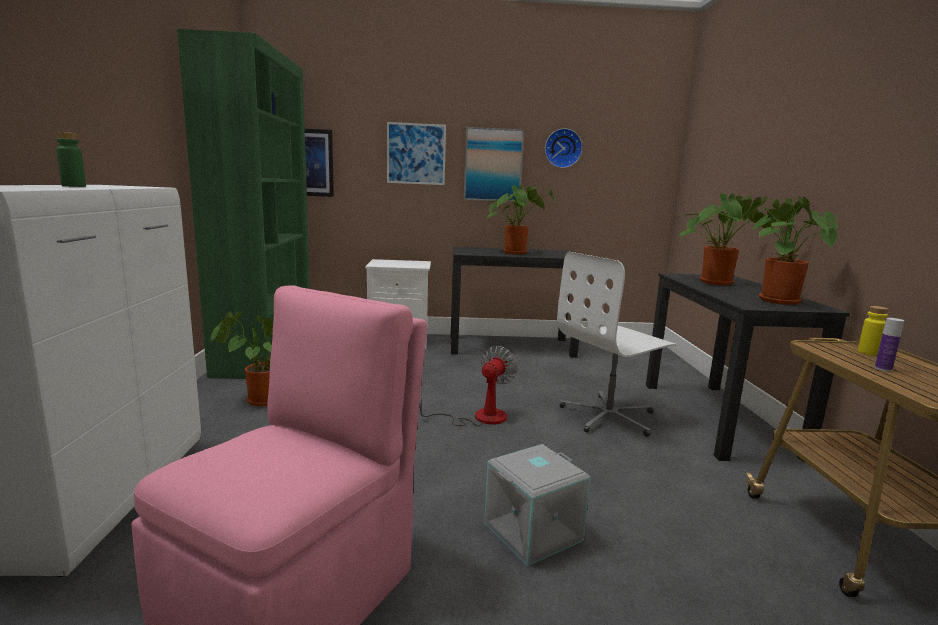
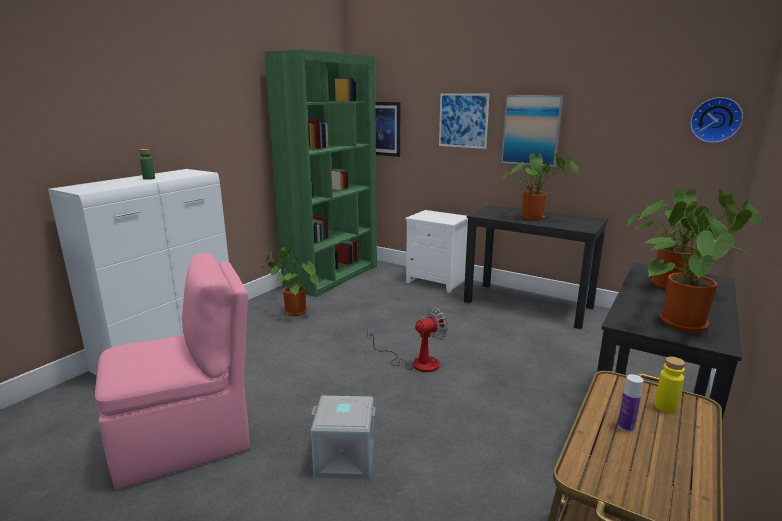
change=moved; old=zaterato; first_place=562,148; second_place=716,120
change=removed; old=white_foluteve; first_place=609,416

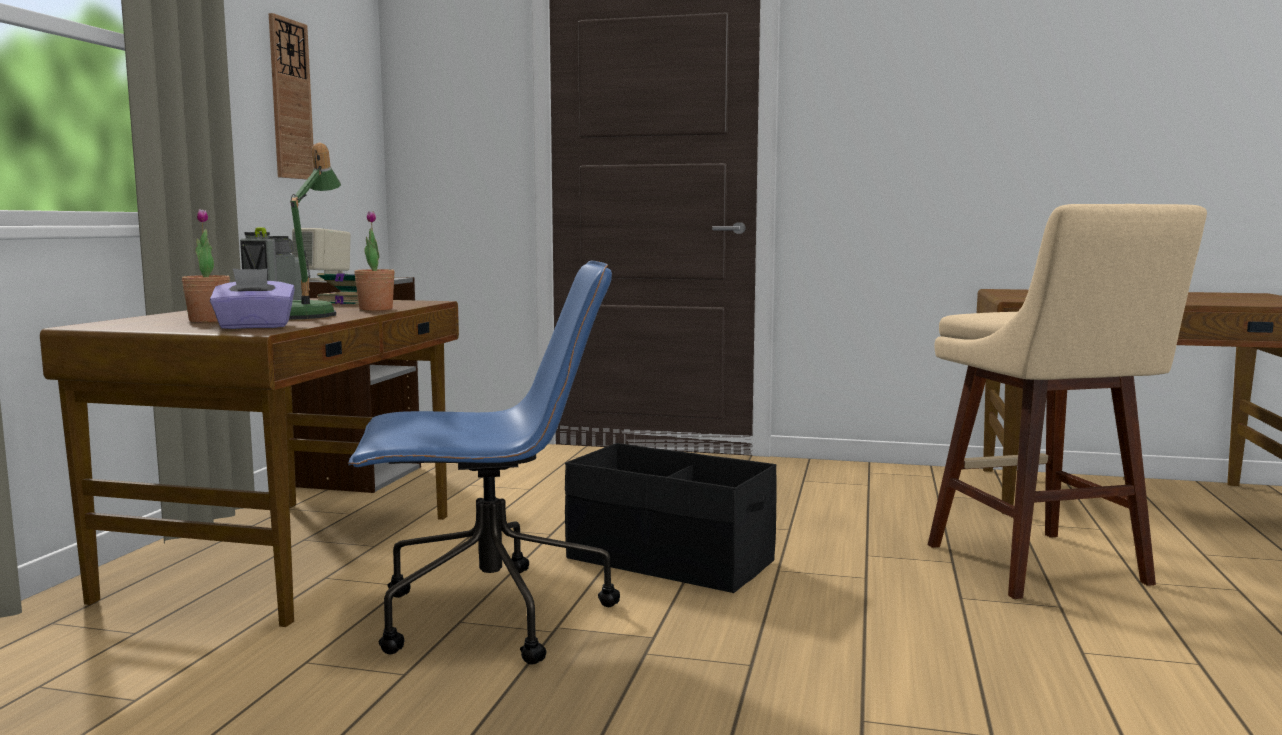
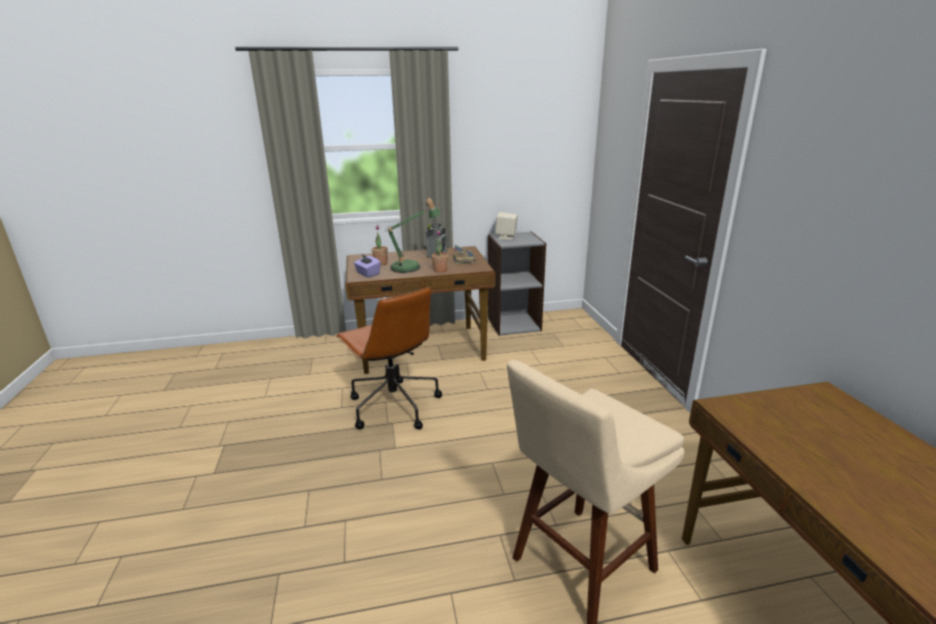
change=removed; old=zaterato; first_place=290,99
change=recoloured; old=blue_foluteve; new=brown_foluteve; first_place=488,616; second_place=393,405
change=removed; old=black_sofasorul; first_place=669,561

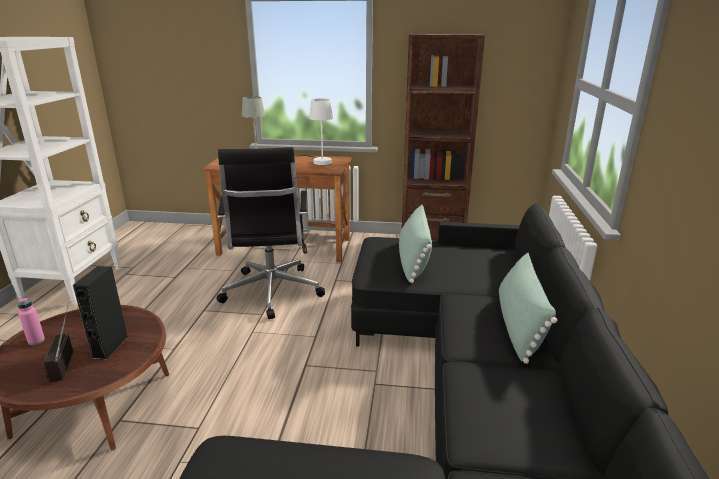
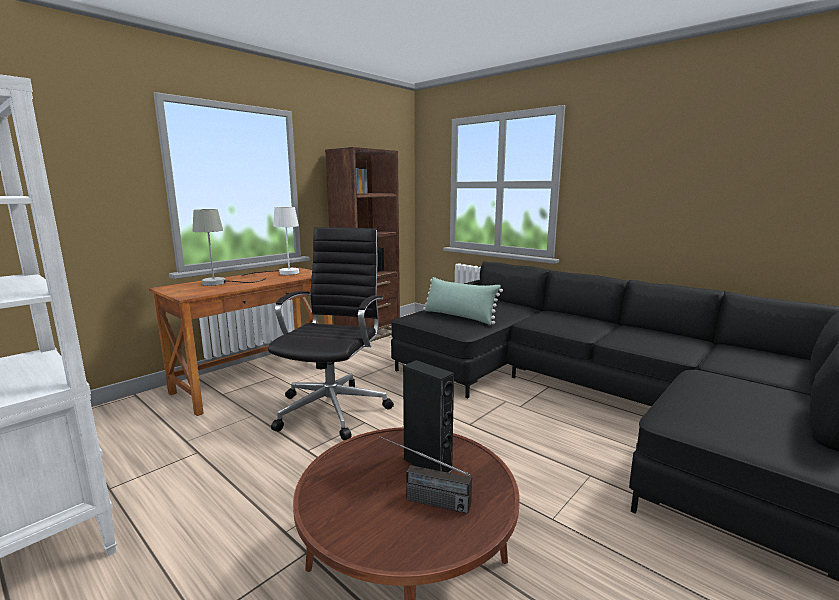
change=turned; old=black_foluteve; first_place=271,293; second_place=334,408; degrees=-105
change=removed; old=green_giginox; first_place=519,325
change=removed; old=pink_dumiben; first_place=36,341

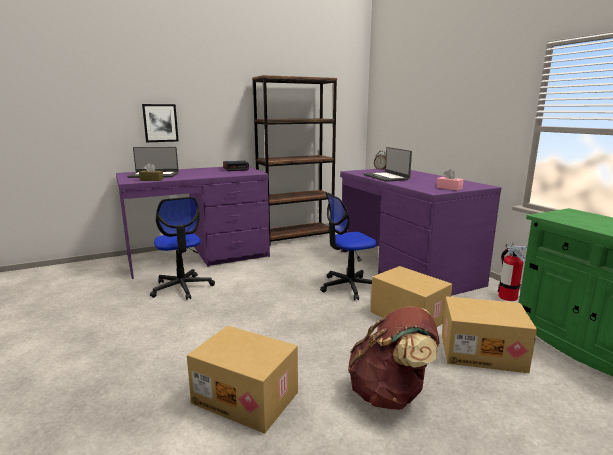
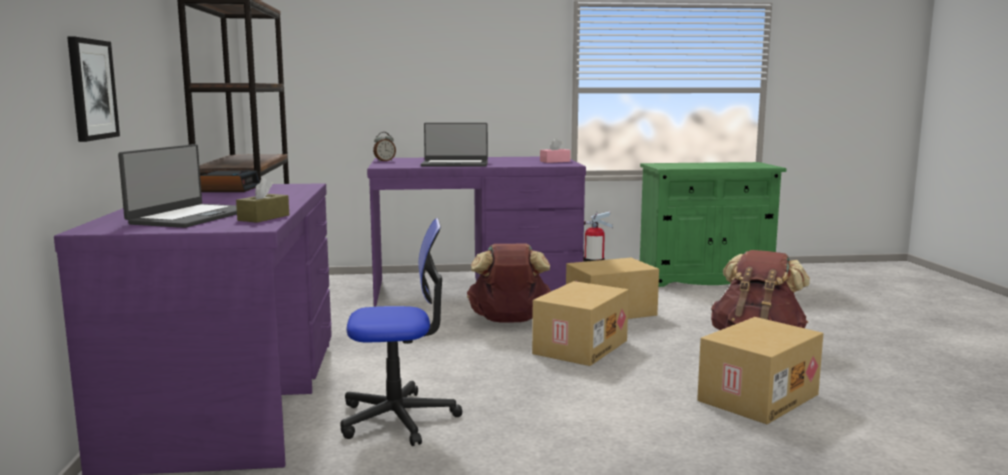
change=replaced; old=foluteve; new=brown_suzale; first_place=348,287; second_place=509,321
change=moved; old=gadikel; first_place=482,352; second_place=579,346

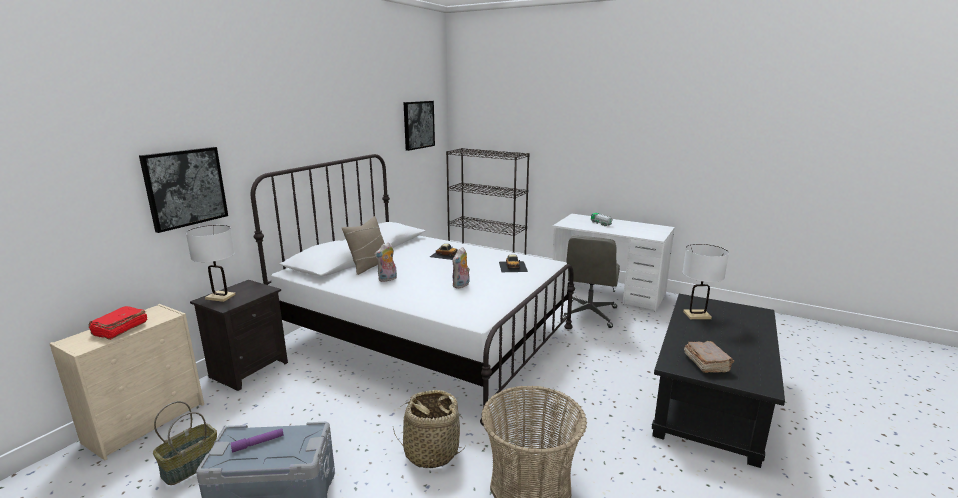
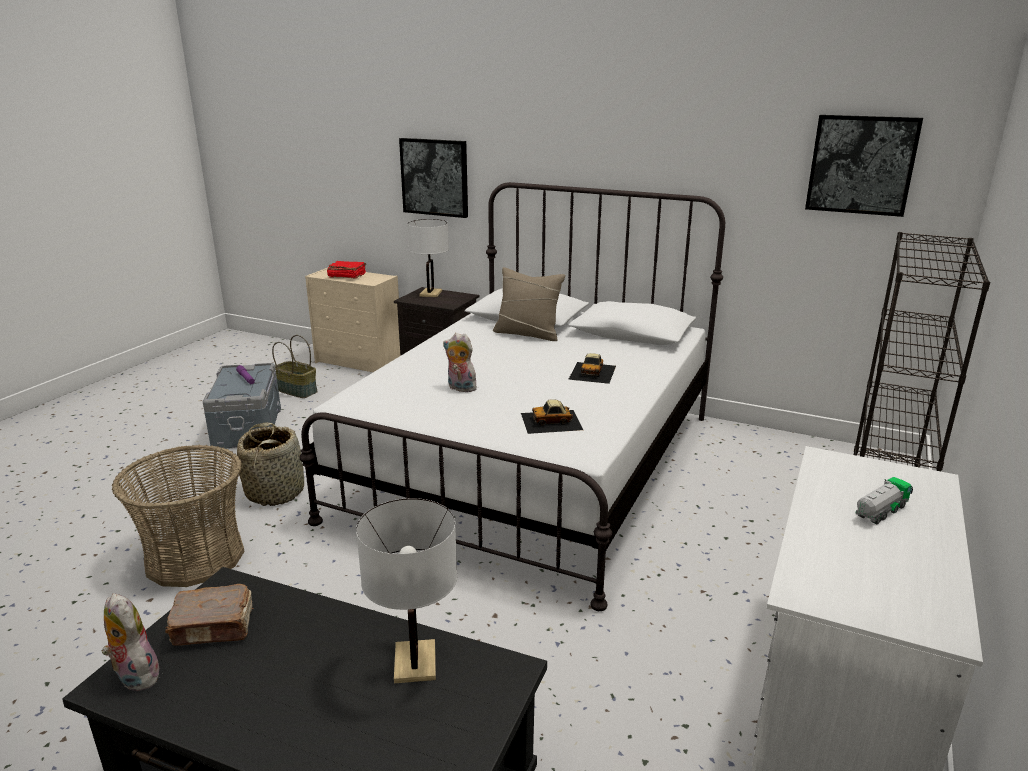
change=removed; old=grey_foluteve; first_place=589,314
change=moved; old=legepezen; first_place=387,279; second_place=134,676

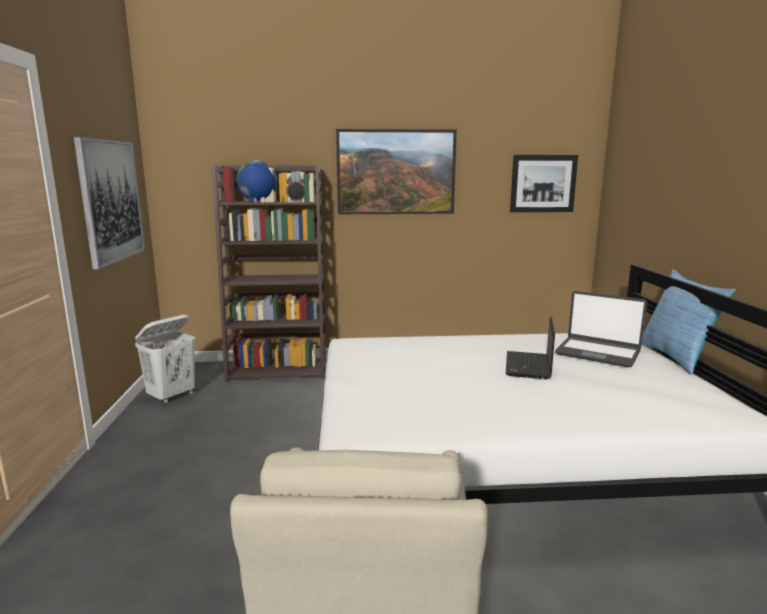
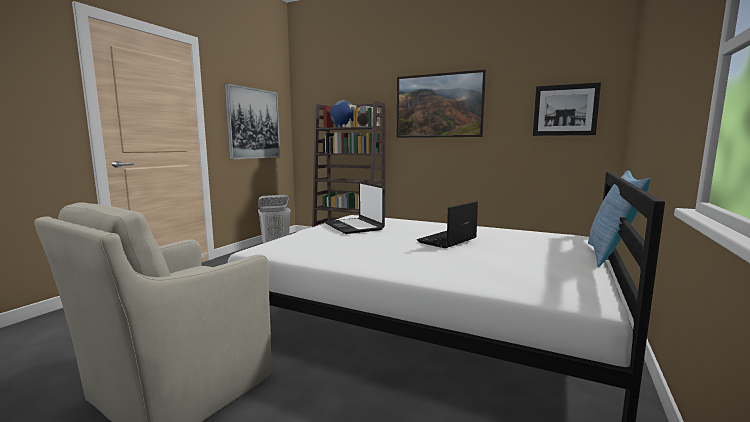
change=moved; old=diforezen; first_place=597,353; second_place=354,227

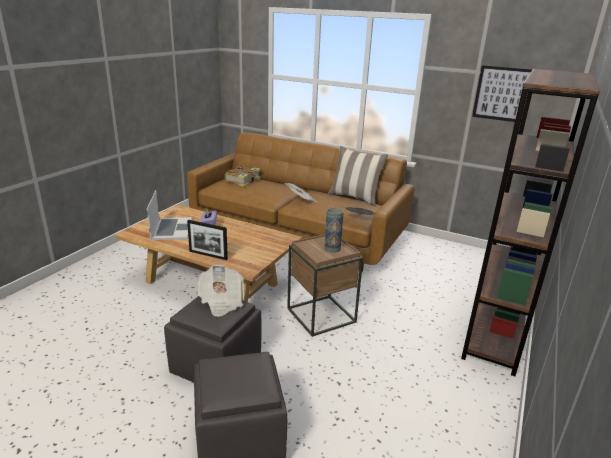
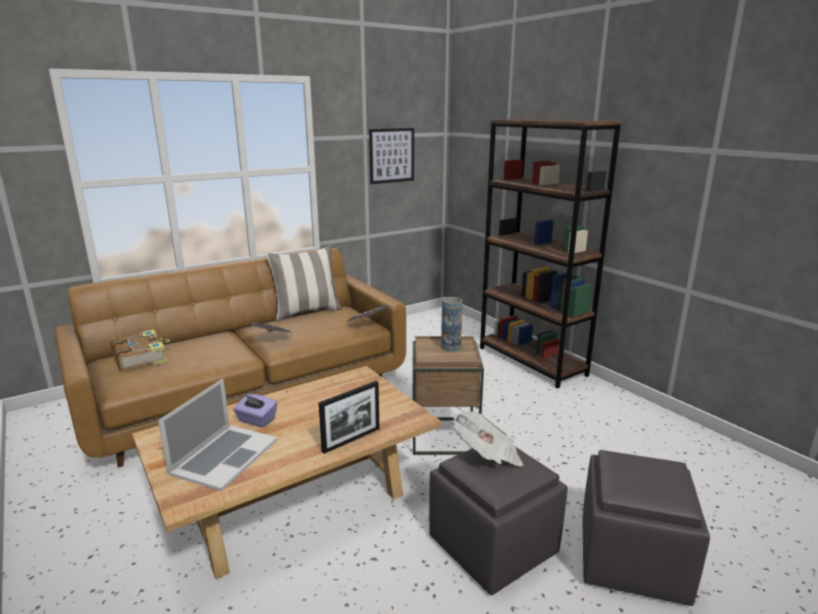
change=turned; old=diforezen; first_place=171,229; second_place=224,456; degrees=90

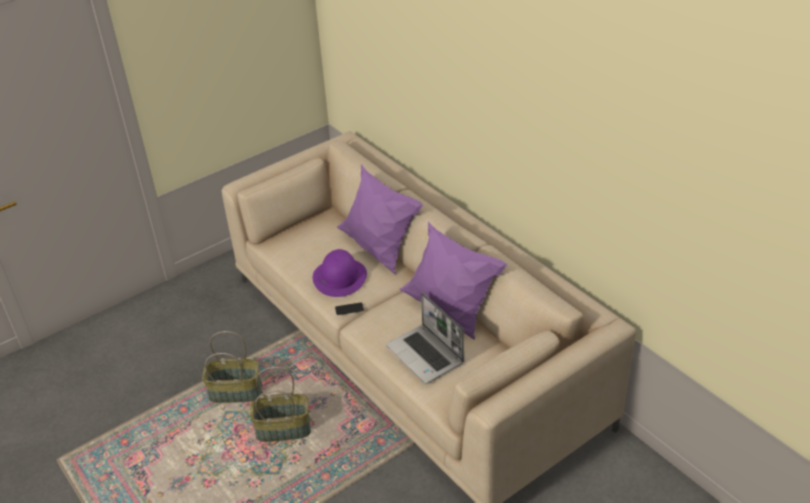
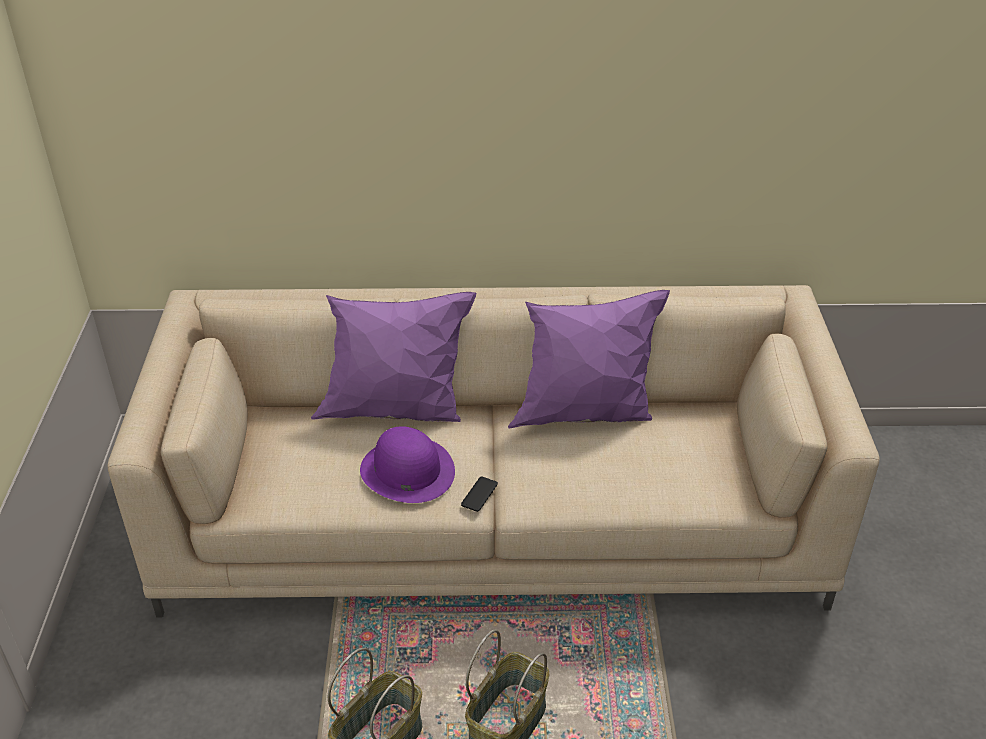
change=removed; old=diforezen; first_place=426,355

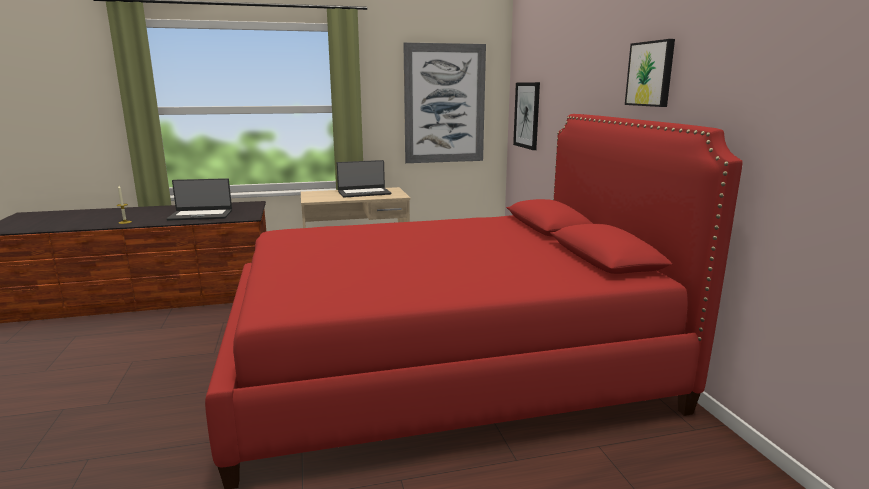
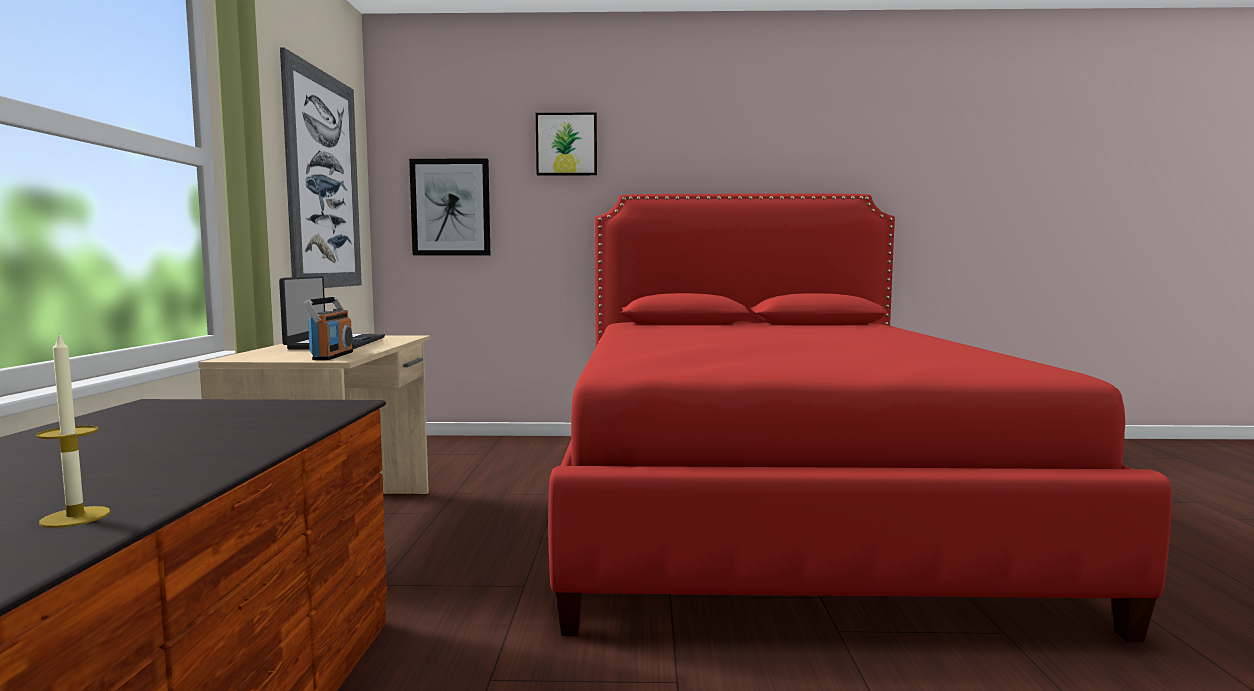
change=moved; old=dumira; first_place=651,74; second_place=566,144
change=removed; old=diforezen; first_place=200,215
change=added; new=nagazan; second_place=332,356

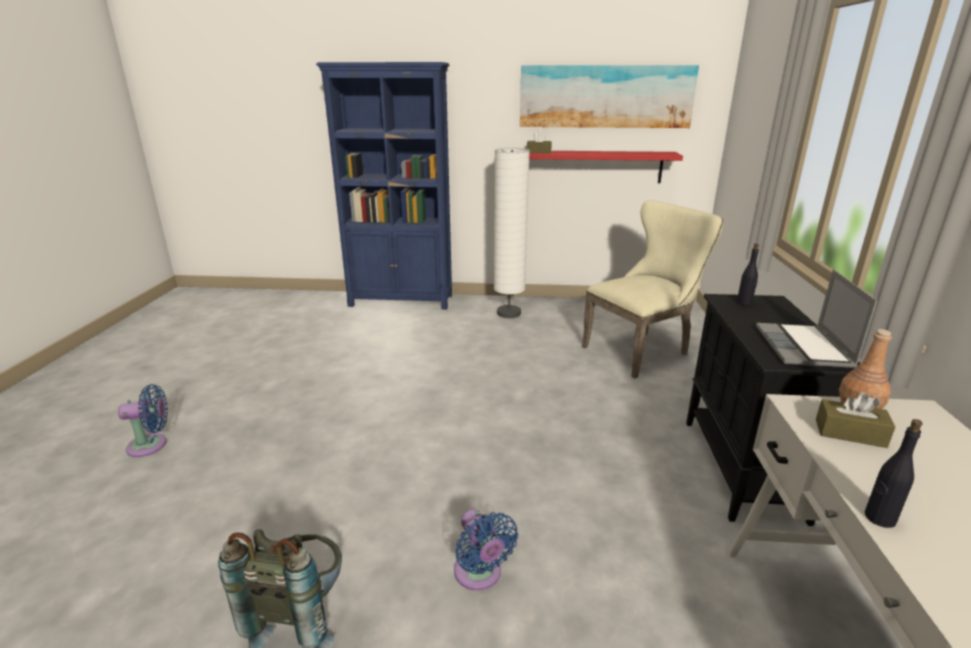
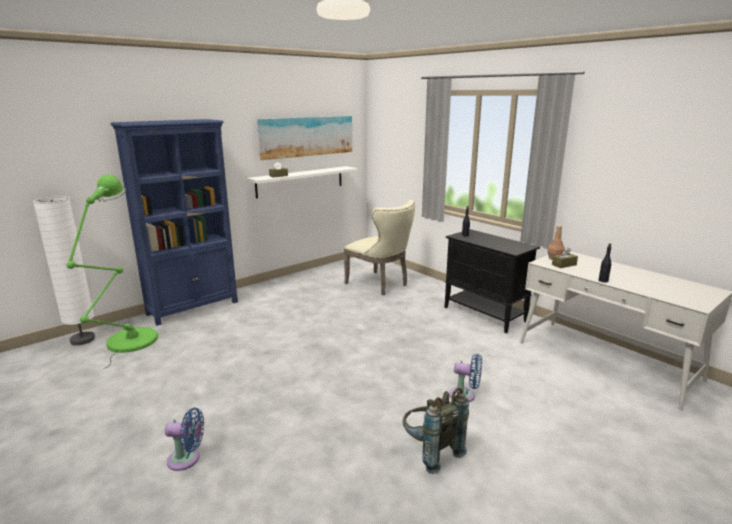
change=moved; old=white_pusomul; first_place=508,313; second_place=82,340
change=recoloured; old=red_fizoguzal; new=white_fizoguzal; first_place=585,166; second_place=300,181
change=turned; old=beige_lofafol; first_place=641,350; second_place=380,284; degrees=120
change=removed; old=diforezen; first_place=804,348
change=turned; old=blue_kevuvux; first_place=151,445; second_place=187,459; degrees=60
change=added; new=green_pusomul; second_place=128,344

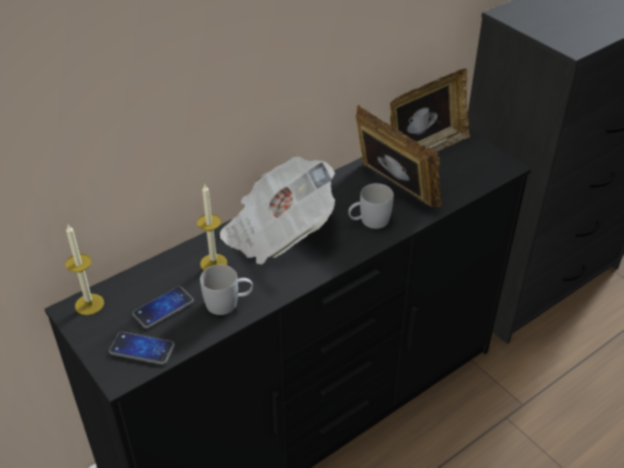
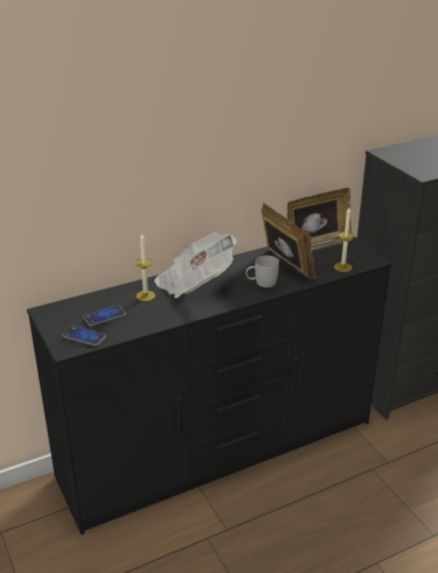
change=moved; old=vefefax; first_place=89,304; second_place=343,267
change=removed; old=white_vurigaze; first_place=228,303

